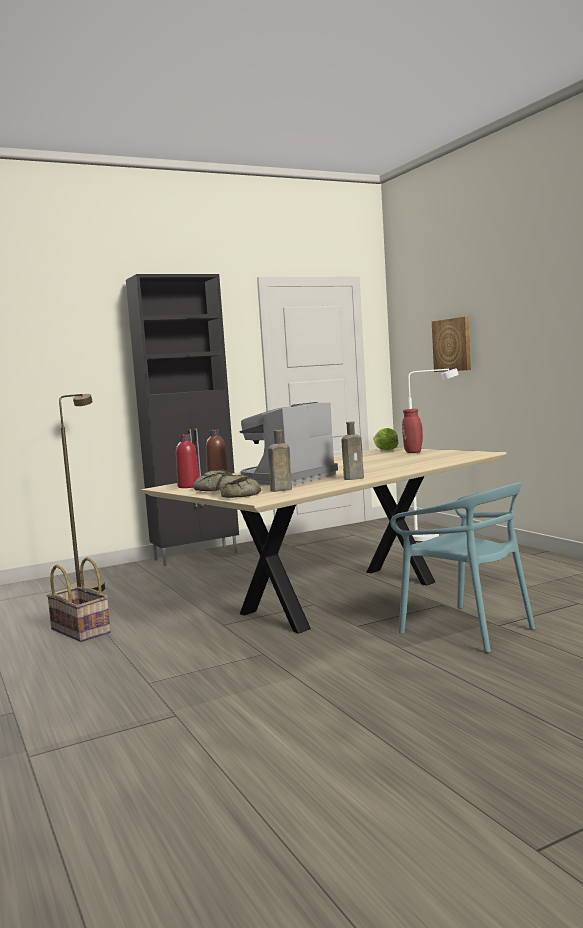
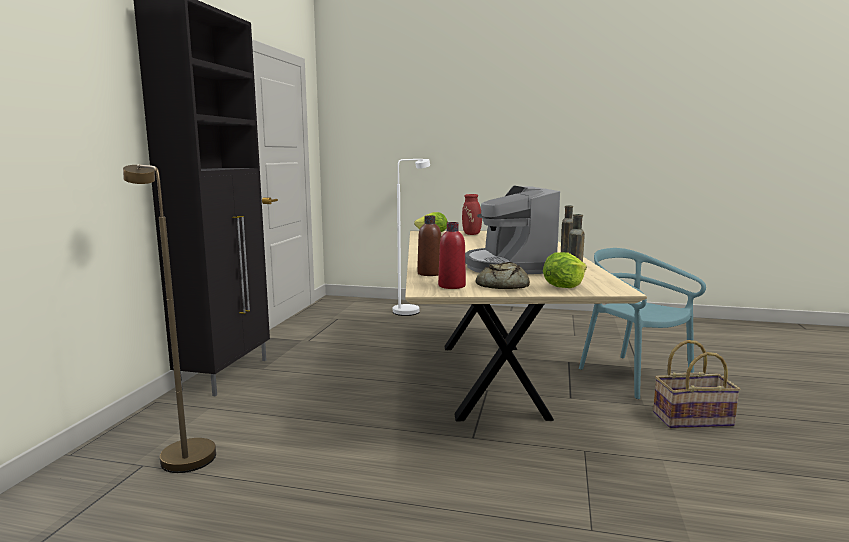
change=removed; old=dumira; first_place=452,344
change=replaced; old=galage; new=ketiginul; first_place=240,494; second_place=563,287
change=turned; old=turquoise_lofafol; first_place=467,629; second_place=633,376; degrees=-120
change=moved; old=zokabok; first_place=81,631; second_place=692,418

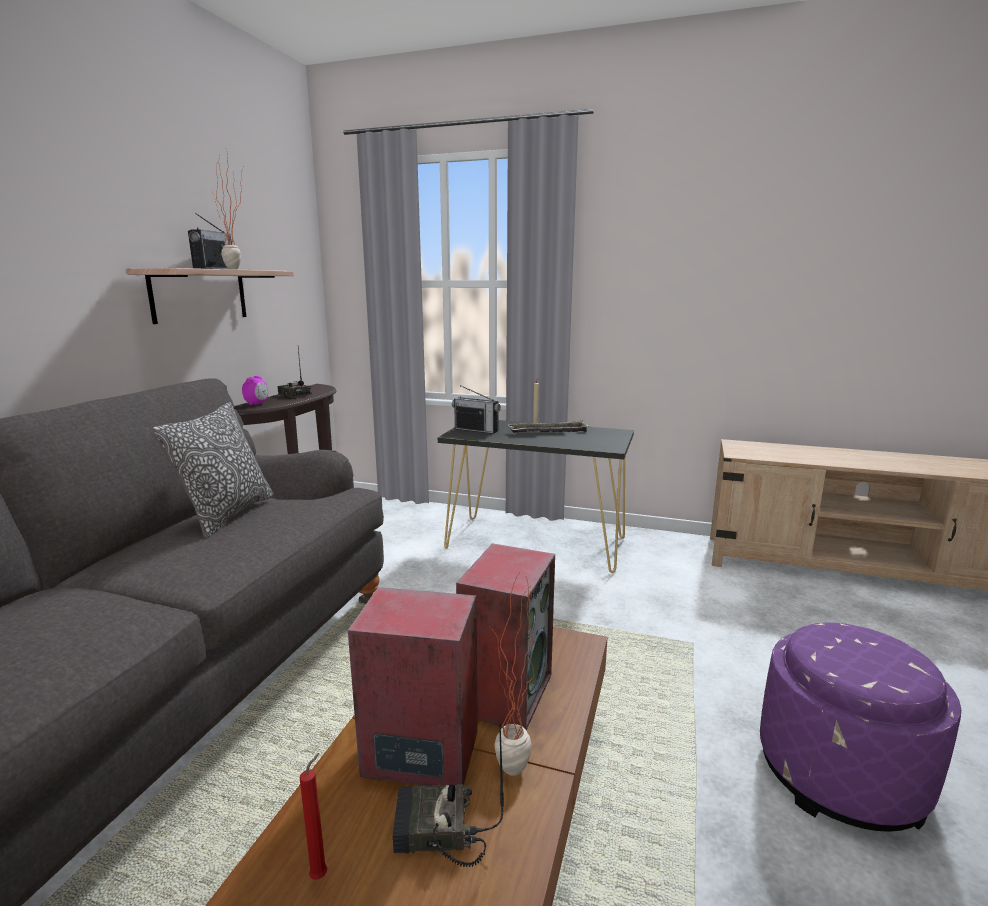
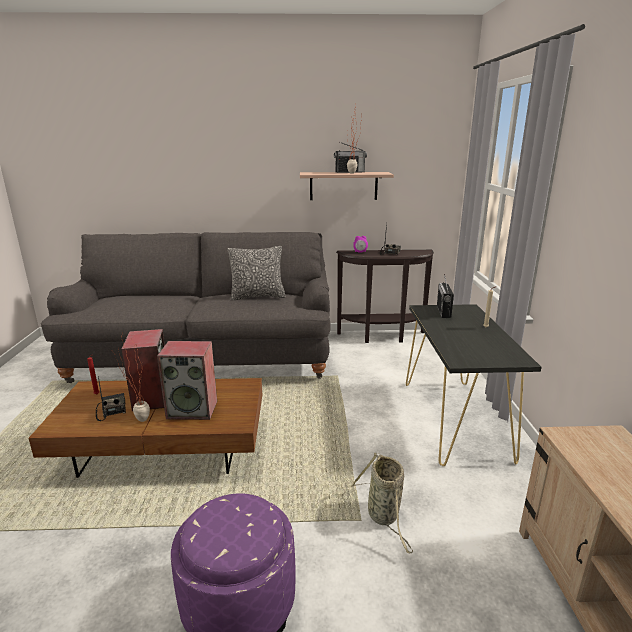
change=removed; old=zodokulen; first_place=548,432
change=added; new=zokabok; second_place=384,516

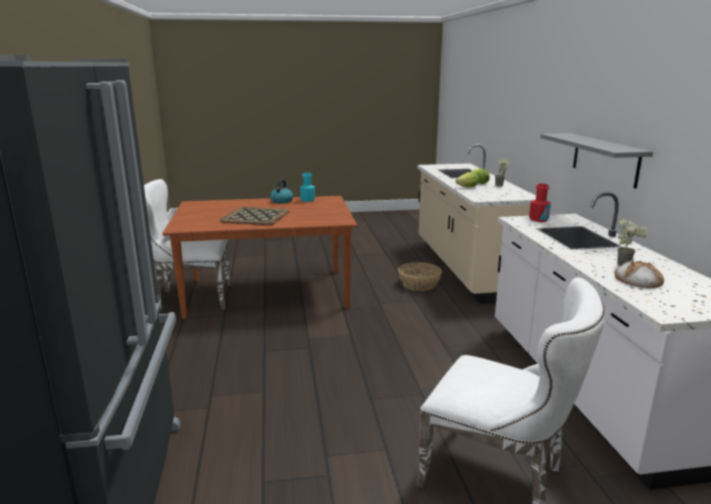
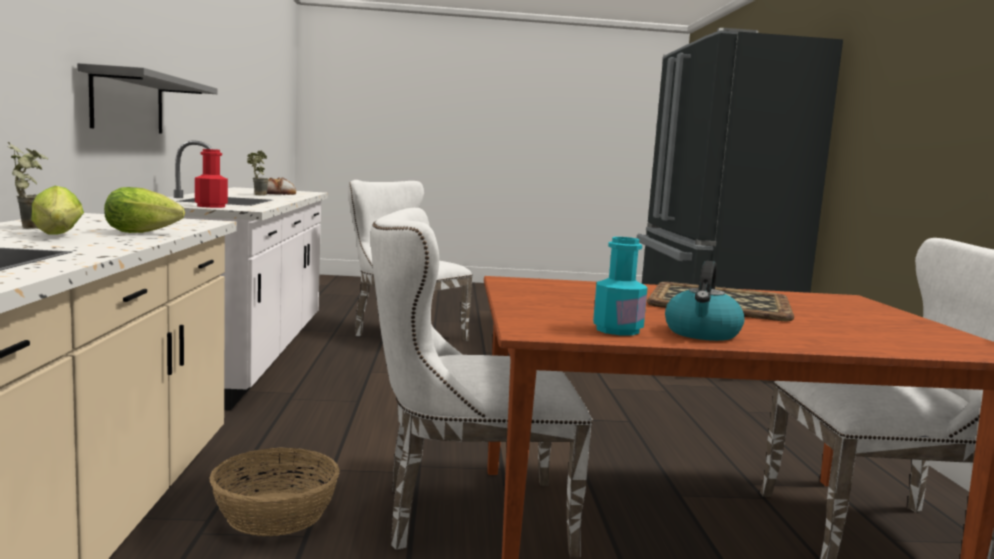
change=added; new=white_lofafol; second_place=464,517

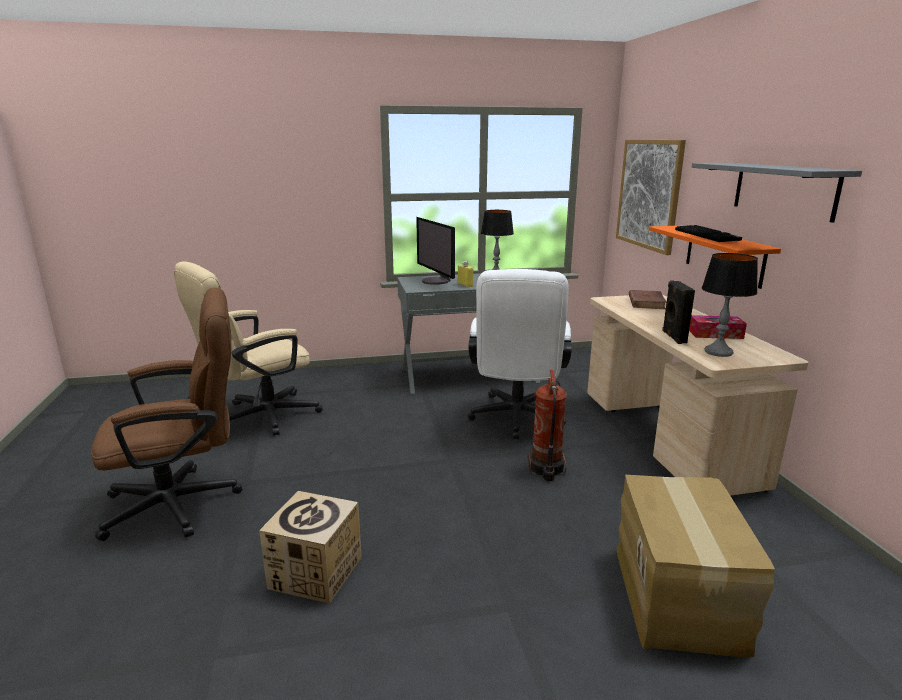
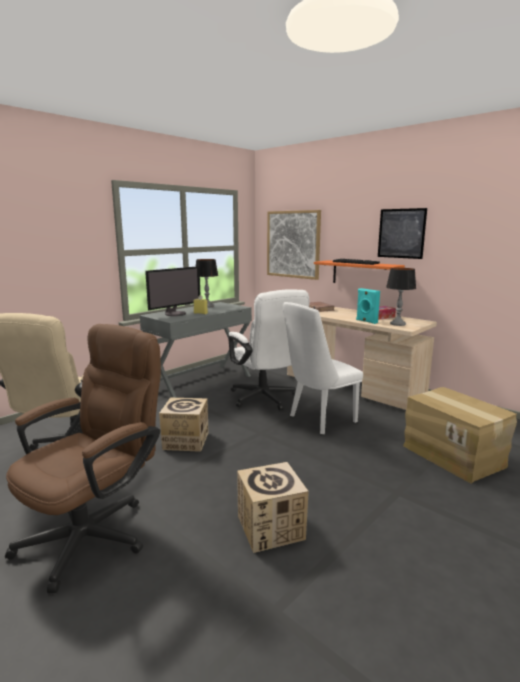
change=replaced; old=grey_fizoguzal; new=dumira; first_place=783,190; second_place=401,233
change=turned; old=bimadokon; first_place=436,281; second_place=175,314; degrees=-75
change=recoloured; old=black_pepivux; new=turquoise_pepivux; first_place=673,337; second_place=366,321
change=replaced; old=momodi; new=white_lofafol; first_place=545,469; second_place=318,420
change=added; new=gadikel; second_place=186,441

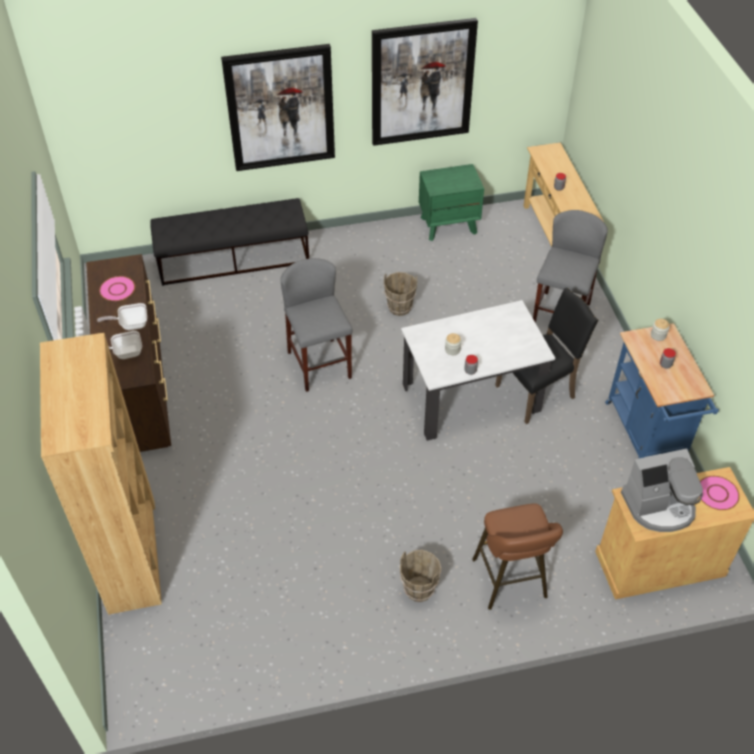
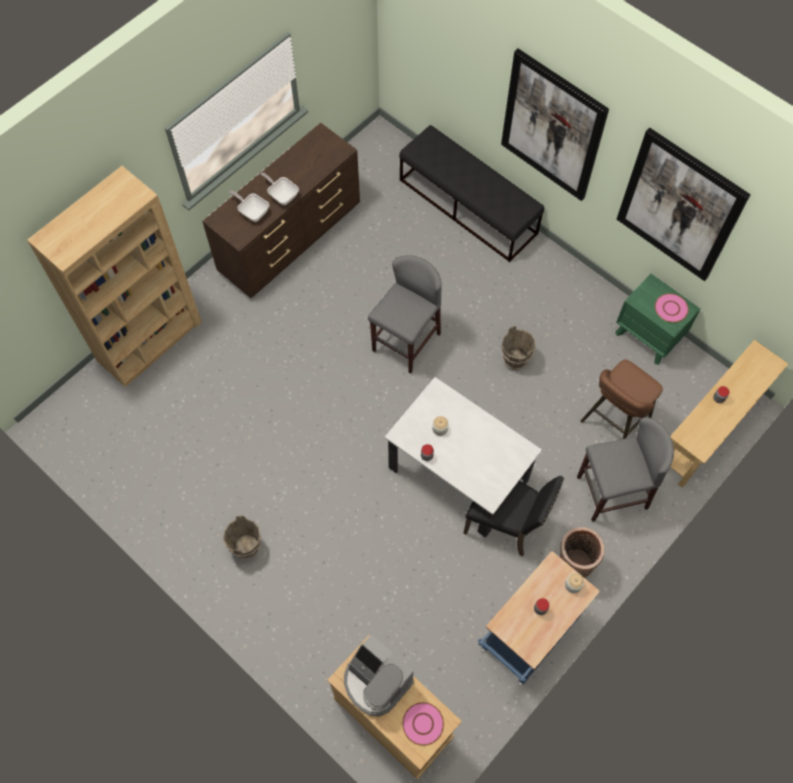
change=moved; old=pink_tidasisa; first_place=117,289; second_place=671,308
change=moved; old=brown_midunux; first_place=511,582; second_place=613,423
change=added; new=zokabok; second_place=573,564

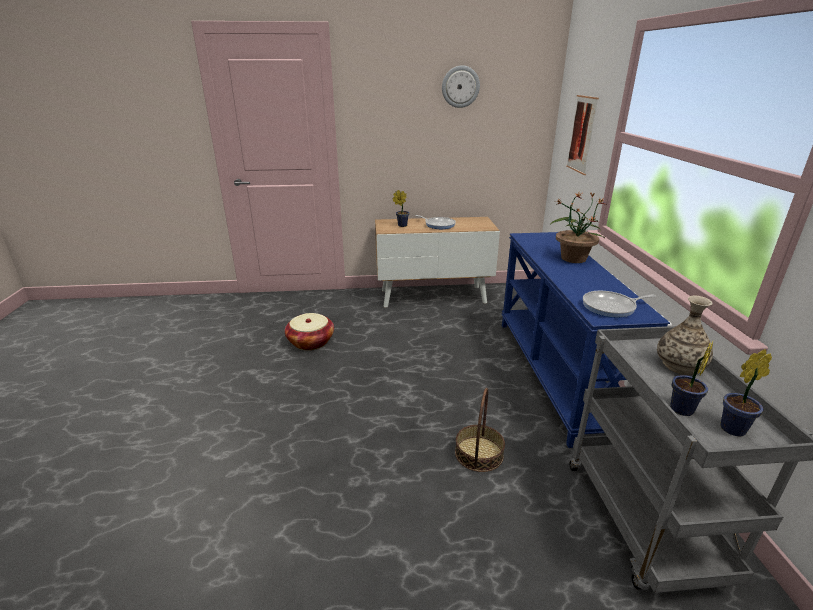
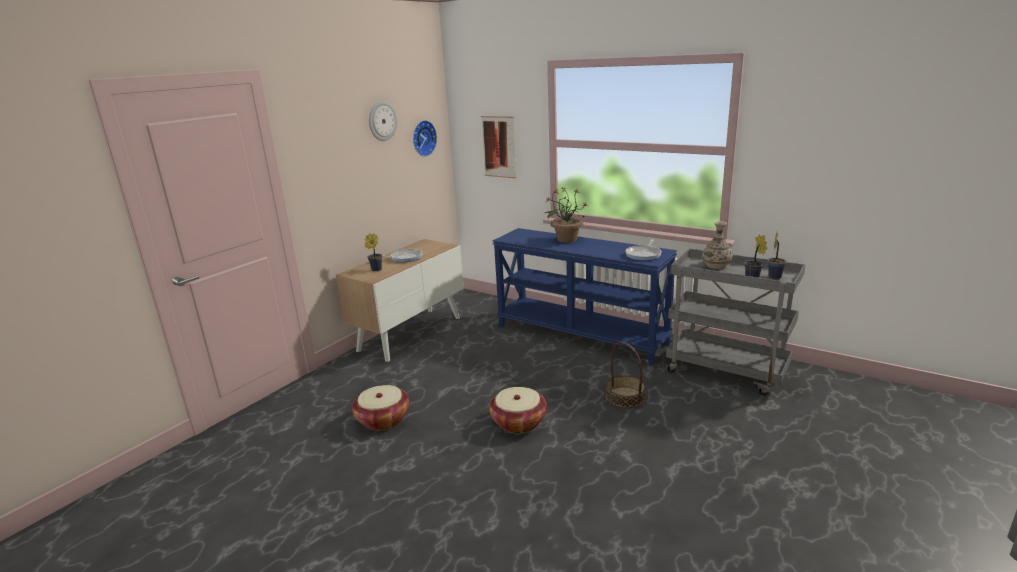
change=added; new=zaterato; second_place=422,138
change=added; new=zokabok; second_place=518,422

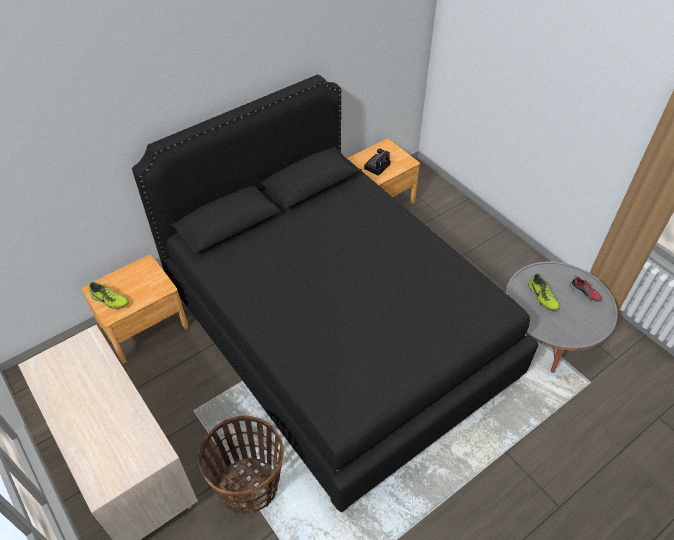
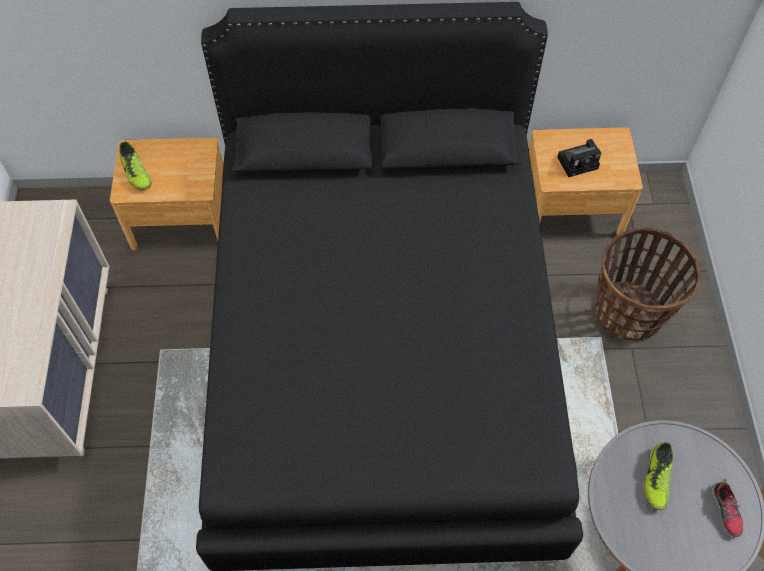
change=moved; old=zokabok; first_place=249,485; second_place=628,313

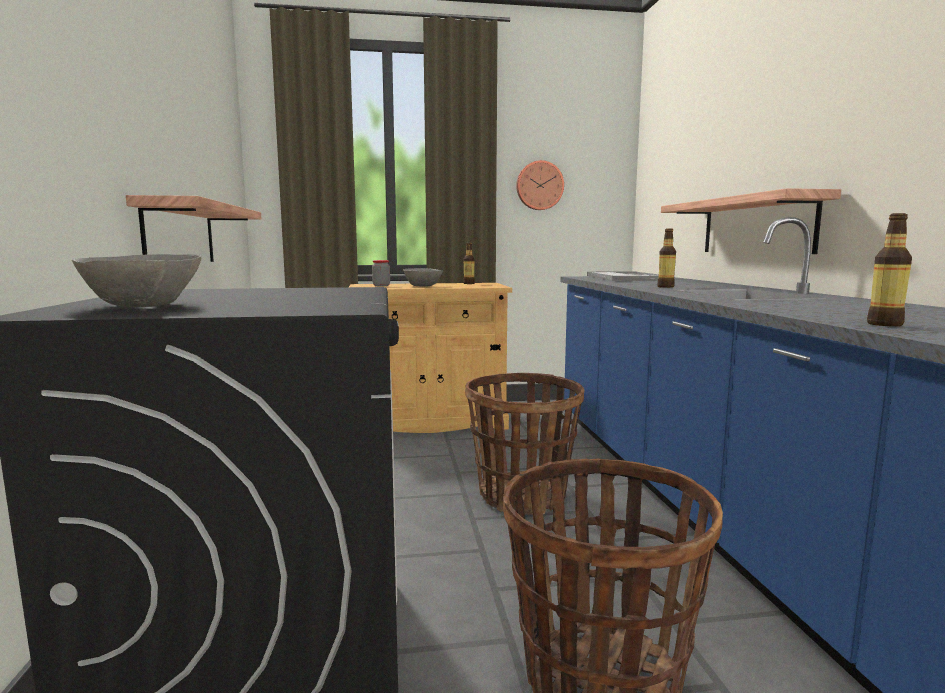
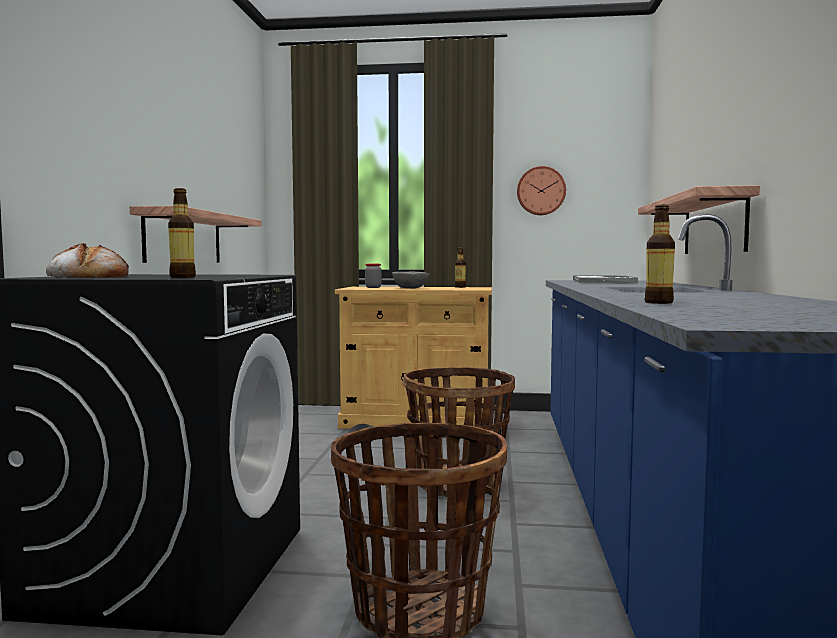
change=moved; old=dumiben; first_place=665,287; second_place=182,277
change=replaced; old=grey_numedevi; new=galage; first_place=142,305; second_place=88,276

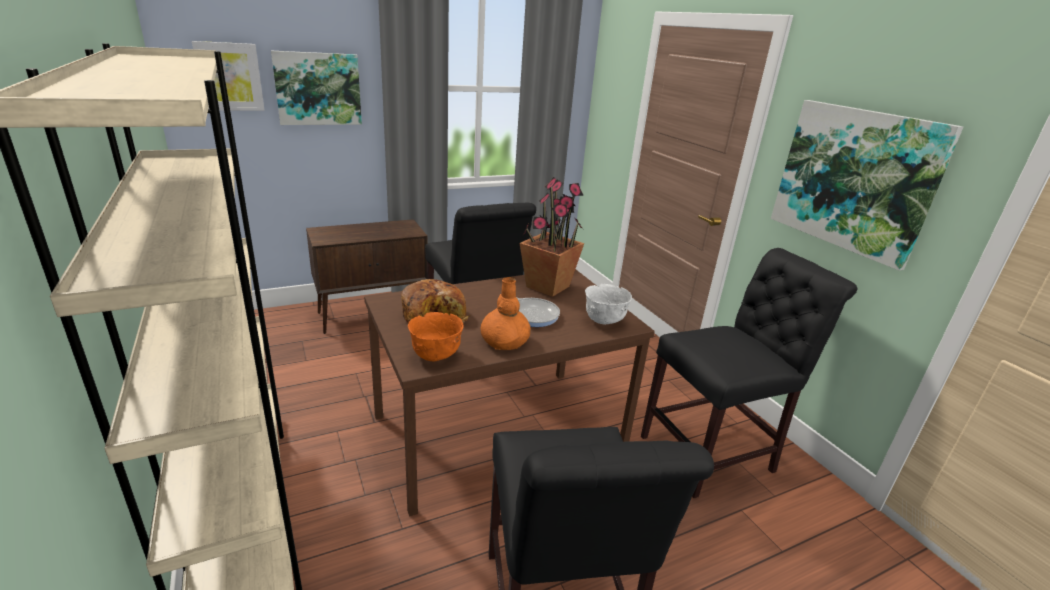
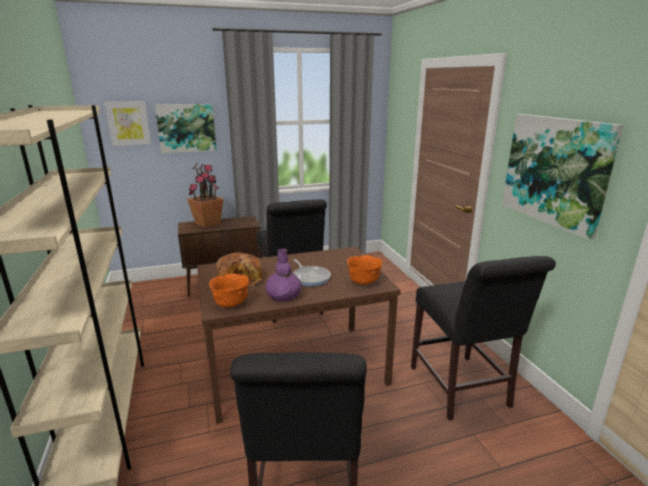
change=moved; old=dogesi; first_place=548,286; second_place=208,223
change=turned; old=black_lofafol; first_place=713,453; second_place=461,390; degrees=90
change=recoloured; old=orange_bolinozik; new=purple_bolinozik; first_place=505,341; second_place=284,295
change=recoloured; old=white_numedevi; new=orange_numedevi; first_place=604,321; second_place=363,282

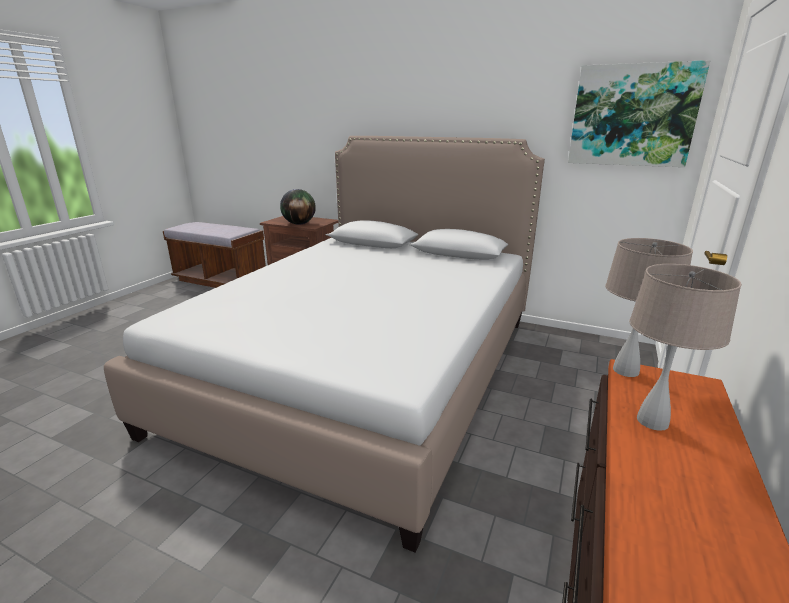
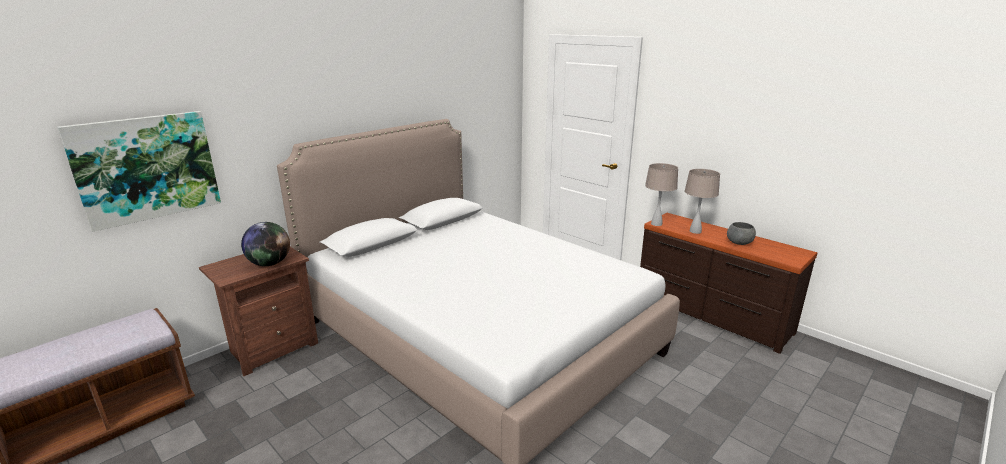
change=moved; old=dumira; first_place=632,116; second_place=146,168
change=added; new=grey_numedevi; second_place=739,243

